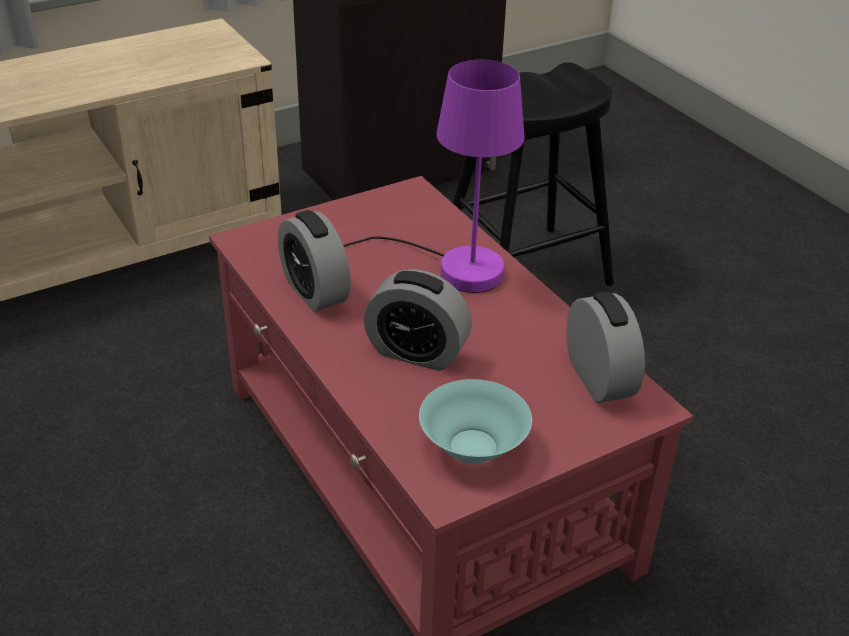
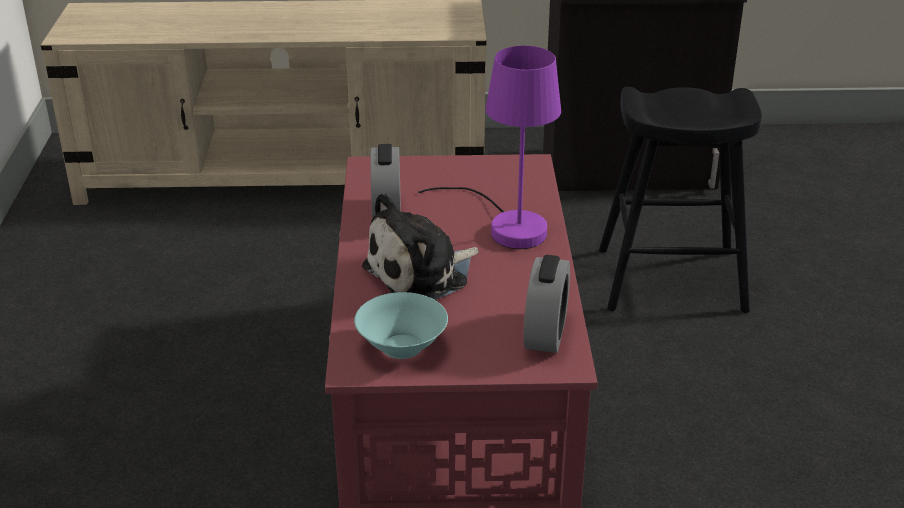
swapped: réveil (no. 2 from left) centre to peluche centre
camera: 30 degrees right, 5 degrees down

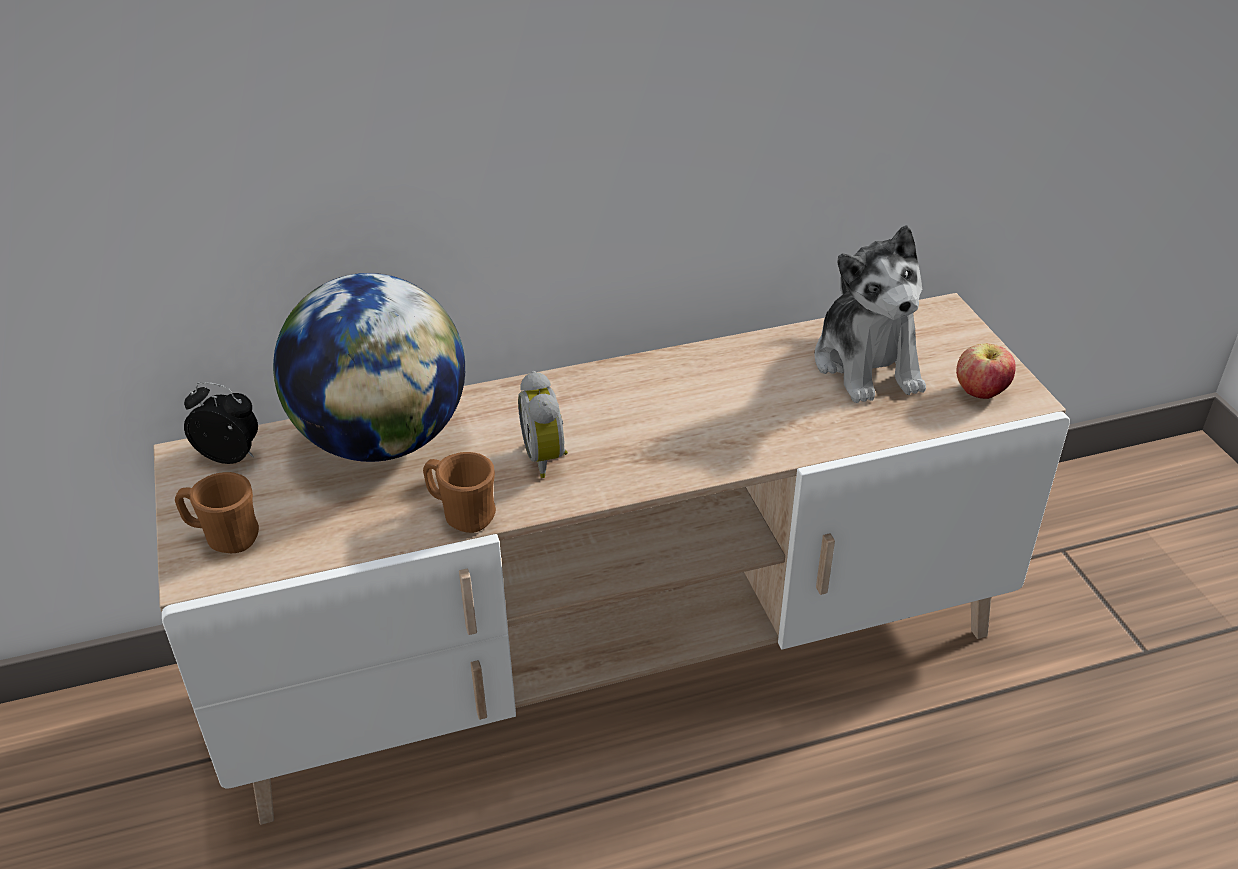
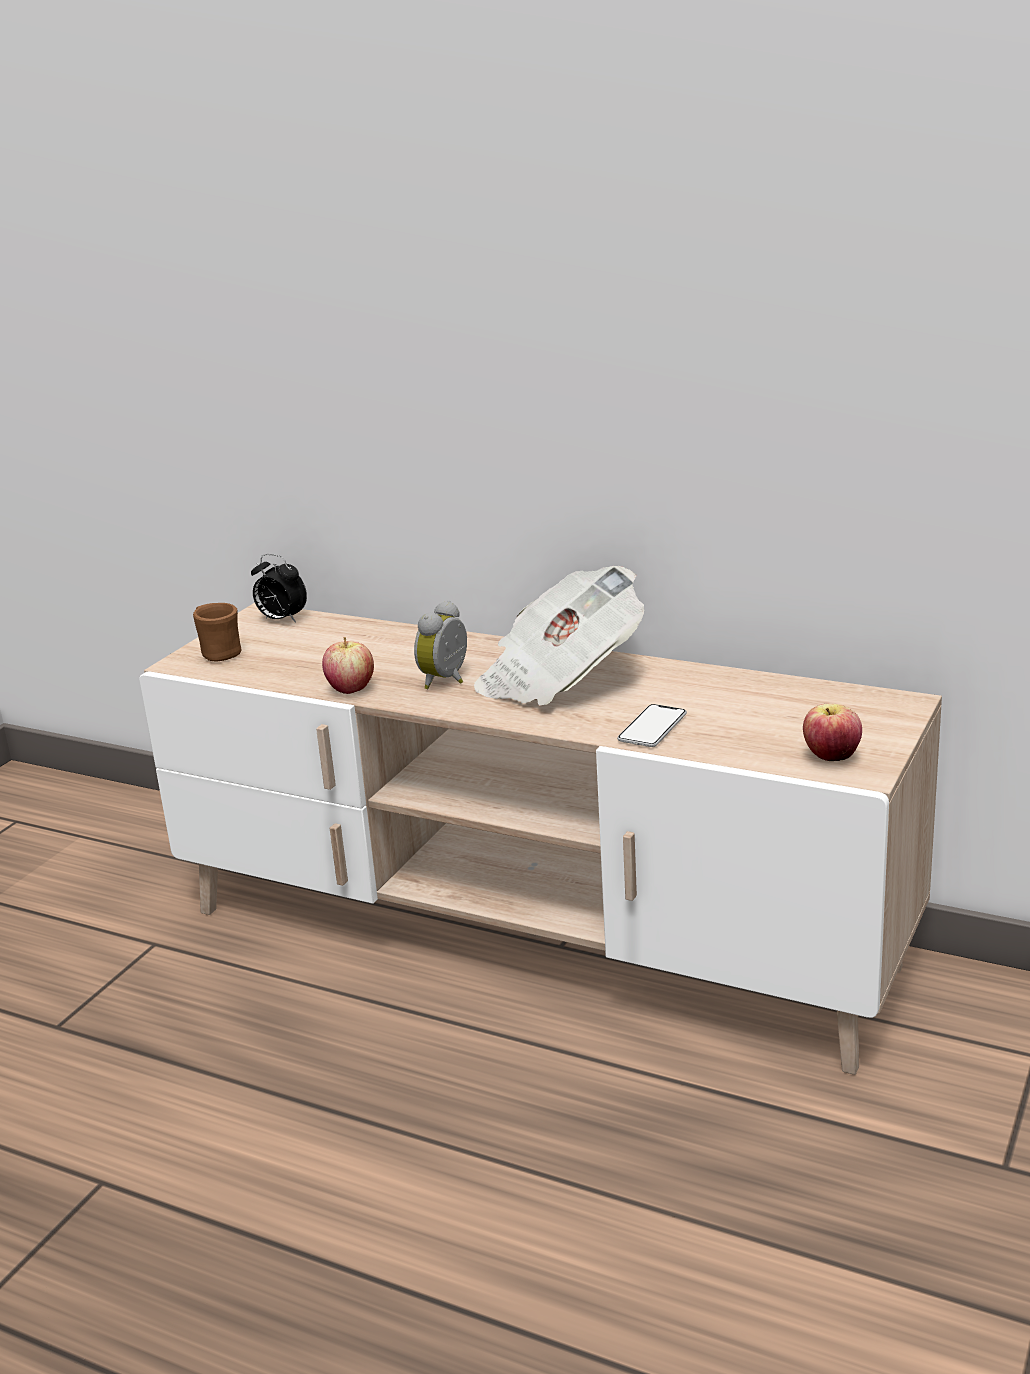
gone: globe middle left; peluche middle right
new: journal centre; téléphone centre
swapped: mug (marron) (no. 2 from left) centre to pomme (no. 1 from left) centre
rotated: réveil (no. 1 from left) middle left = middle left 150 degrees clockwise
camera: 45 degrees right, 15 degrees down

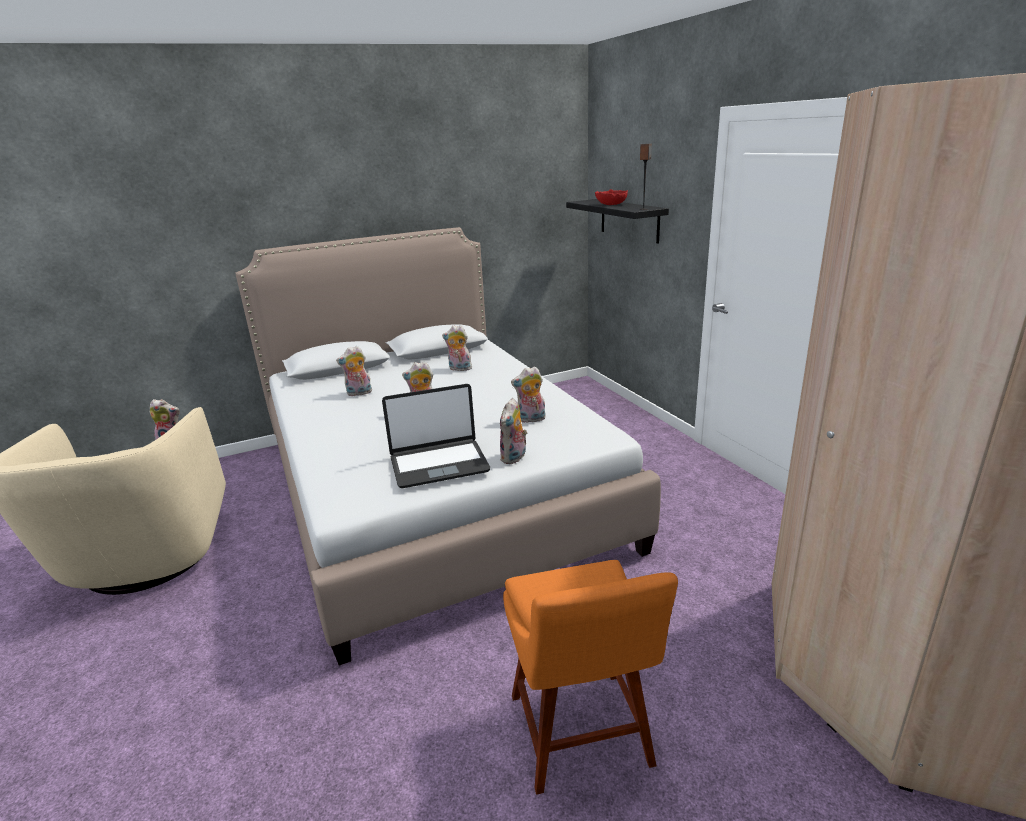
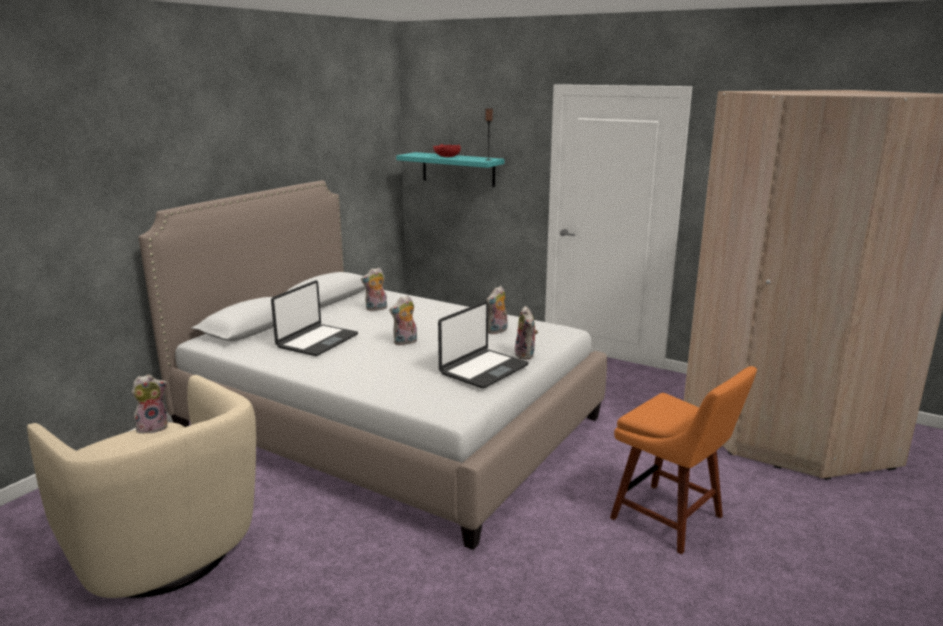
swapped: peluche (no. 2 from left) centre to ordinateur portable (no. 1 from left) middle left
repainted: étagère (noir) top centre to étagère (turquoise) top centre
camera: 35 degrees left, 5 degrees down

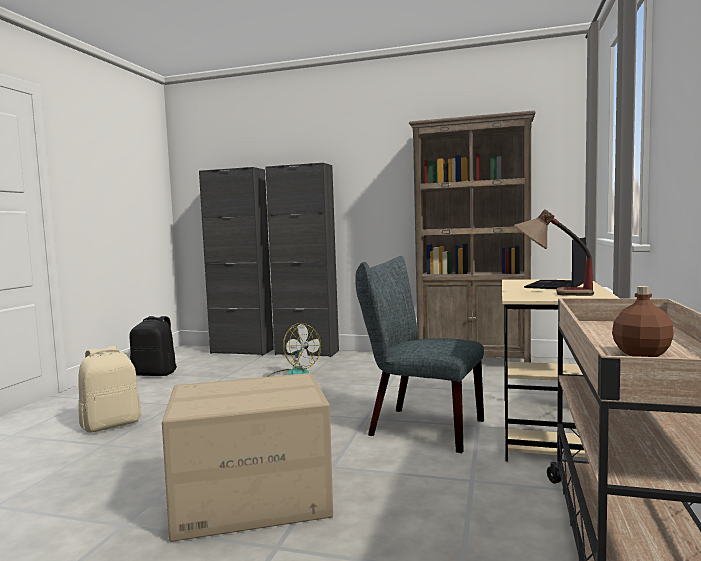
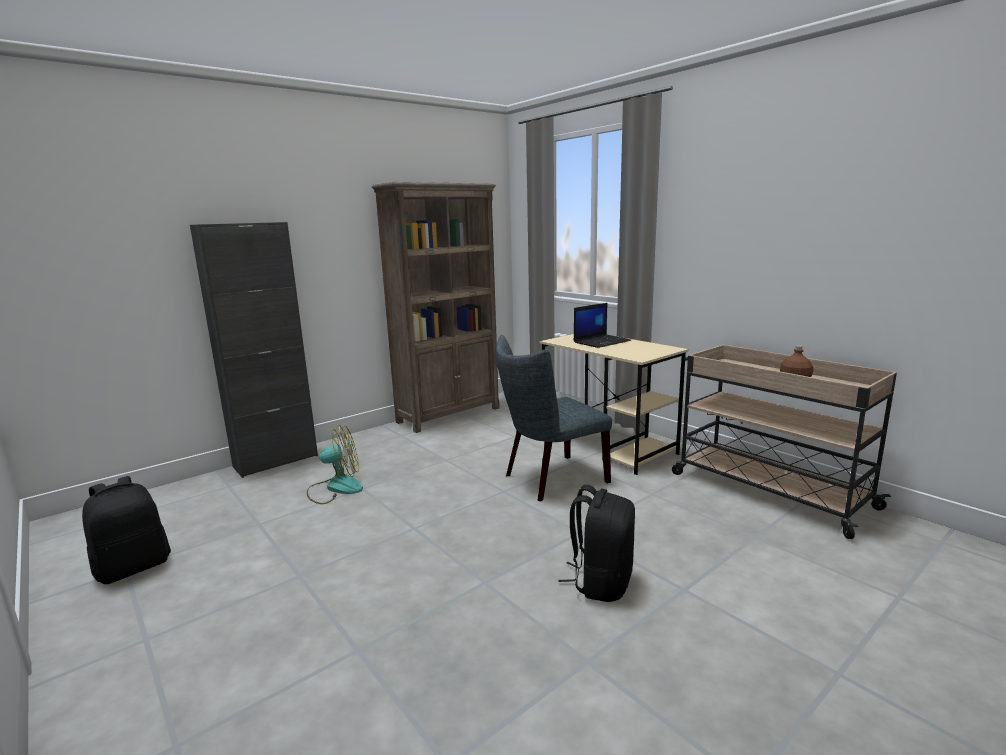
gone: sac à dos (beige) bottom left; meuble de rangement (noir) (no. 1 from left) centre; lampe de table middle right
swapped: carton bottom centre to sac à dos (noir) (no. 2 from left) bottom centre
rotated: ordinateur portable middle right = centre 105 degrees counterclockwise
camera: 55 degrees left, 10 degrees up

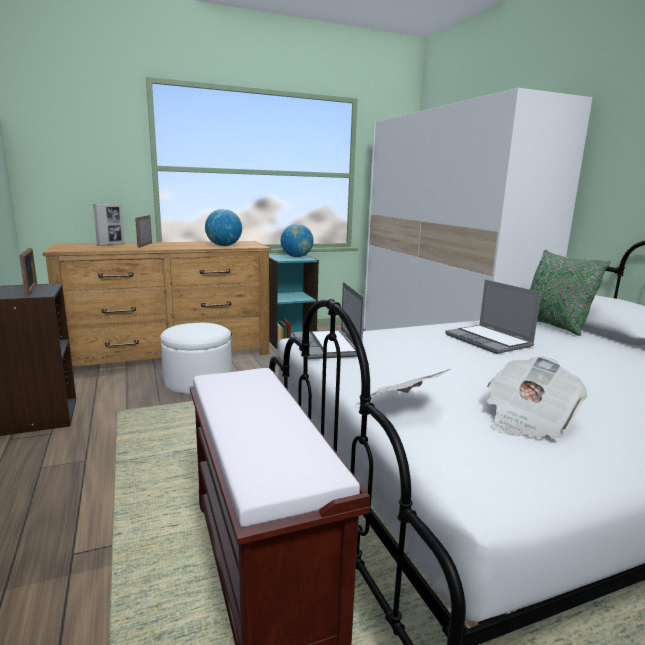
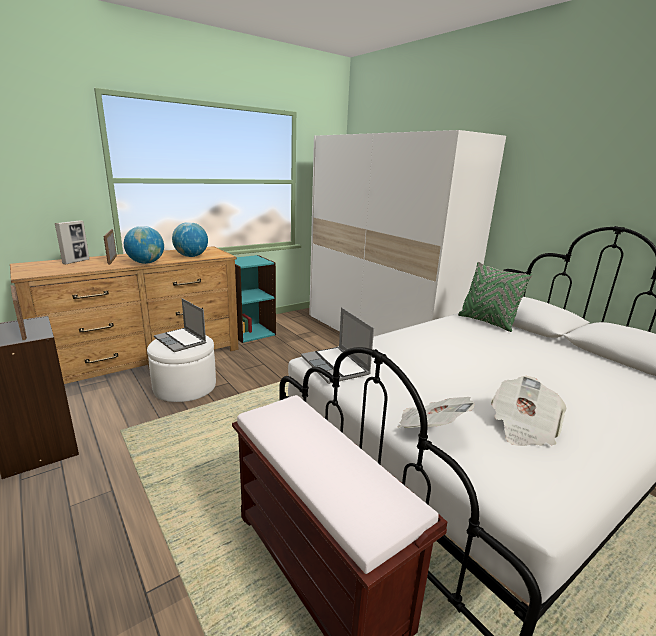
shifted: globe (no. 2 from left in the first image) centre to globe (no. 1 from left) middle left; ordinateur portable (no. 2 from left in the first image) middle right to ordinateur portable (no. 1 from left) middle left
camera: 15 degrees left, 5 degrees up

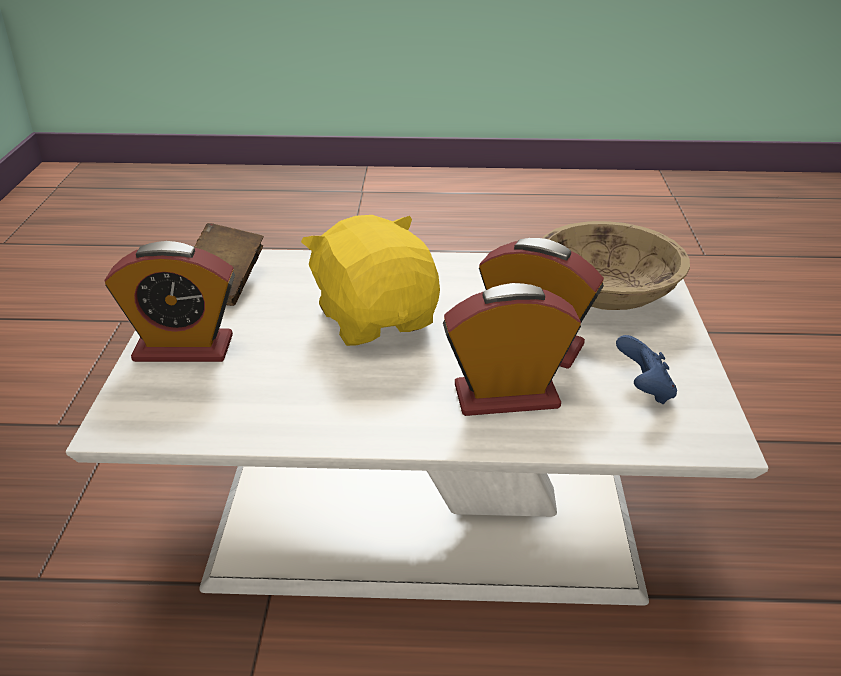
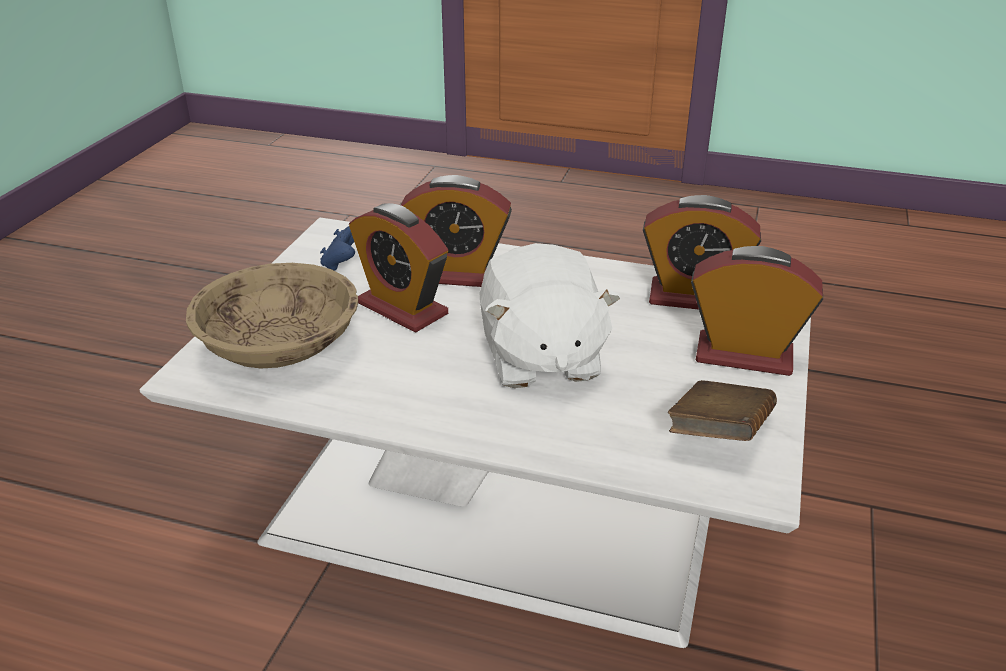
new: réveil (no. 3 from left) middle right
repainted: peluche (jaune) centre to peluche (blanc) centre
camera: 165 degrees left, 0 degrees up

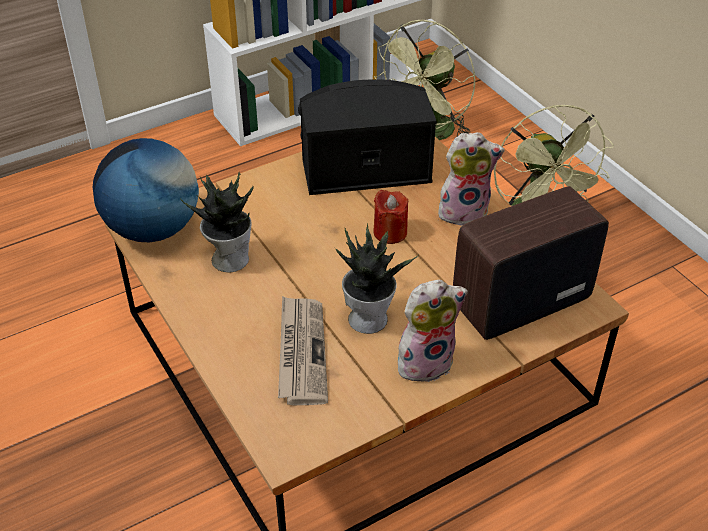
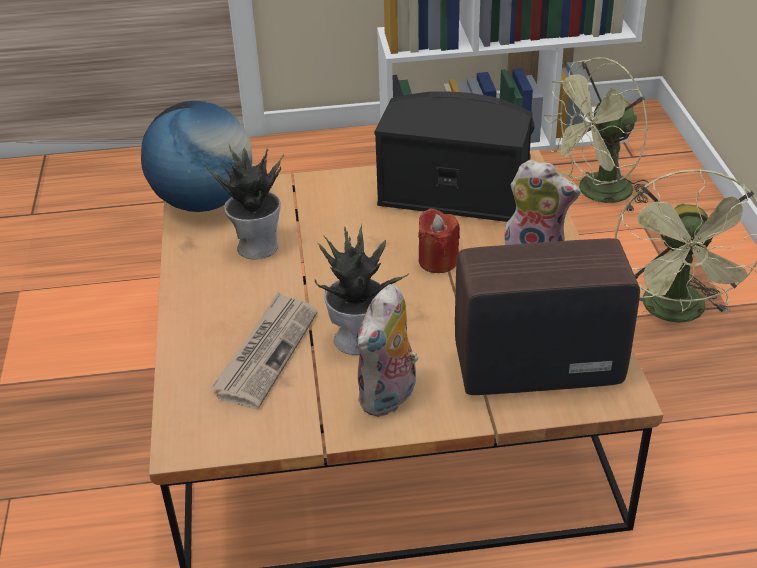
rotated: peluche (no. 1 from left) centre = centre 120 degrees clockwise
camera: 25 degrees right, 5 degrees down

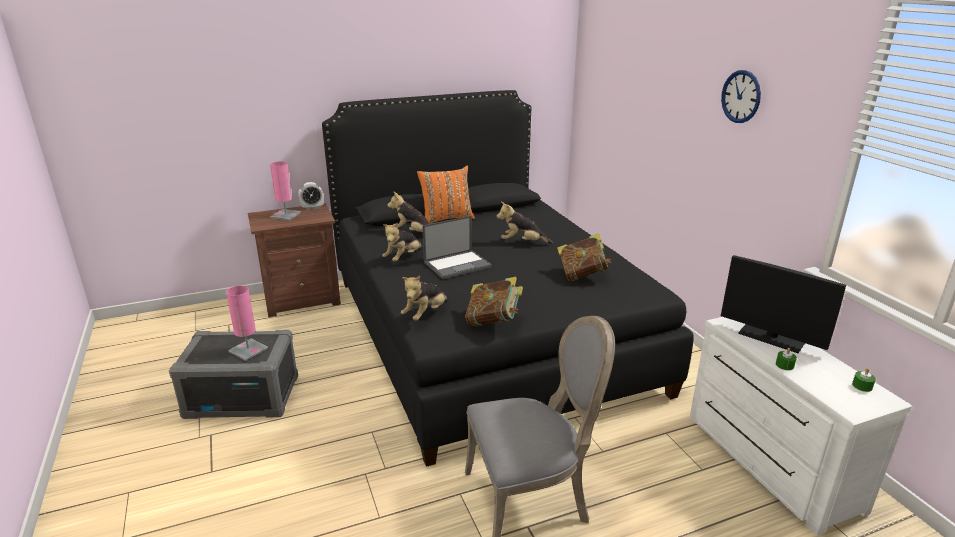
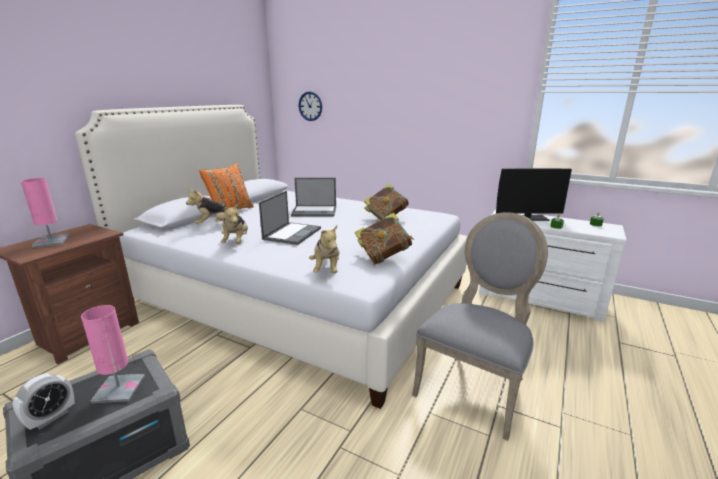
shifted: réveil middle left to bottom left; horloge murale top right to top centre
swapped: peluche (no. 4 from left) centre to ordinateur portable (no. 2 from left) centre
repainted: lit (noir) centre to lit (blanc) centre
camera: 40 degrees left, 5 degrees down

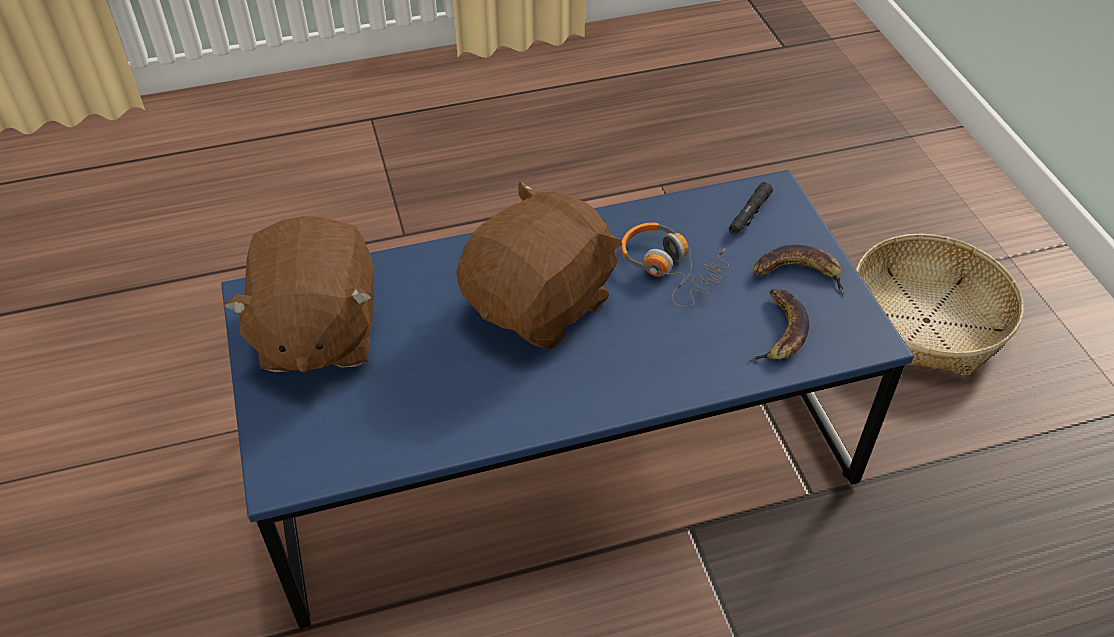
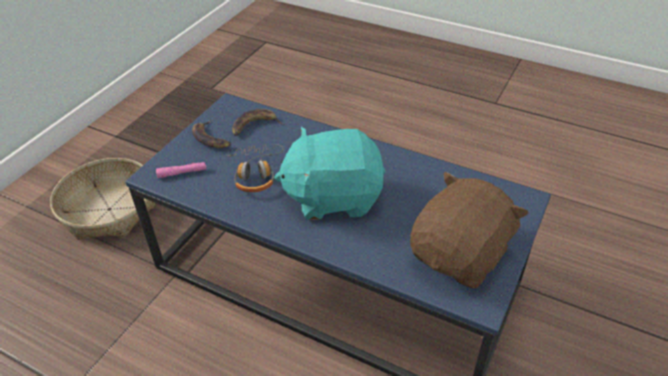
repainted: lampe de poche (noir) top right to lampe de poche (rose) middle left; peluche (marron) (no. 2 from left) centre to peluche (turquoise) centre
camera: 135 degrees left, 5 degrees down

